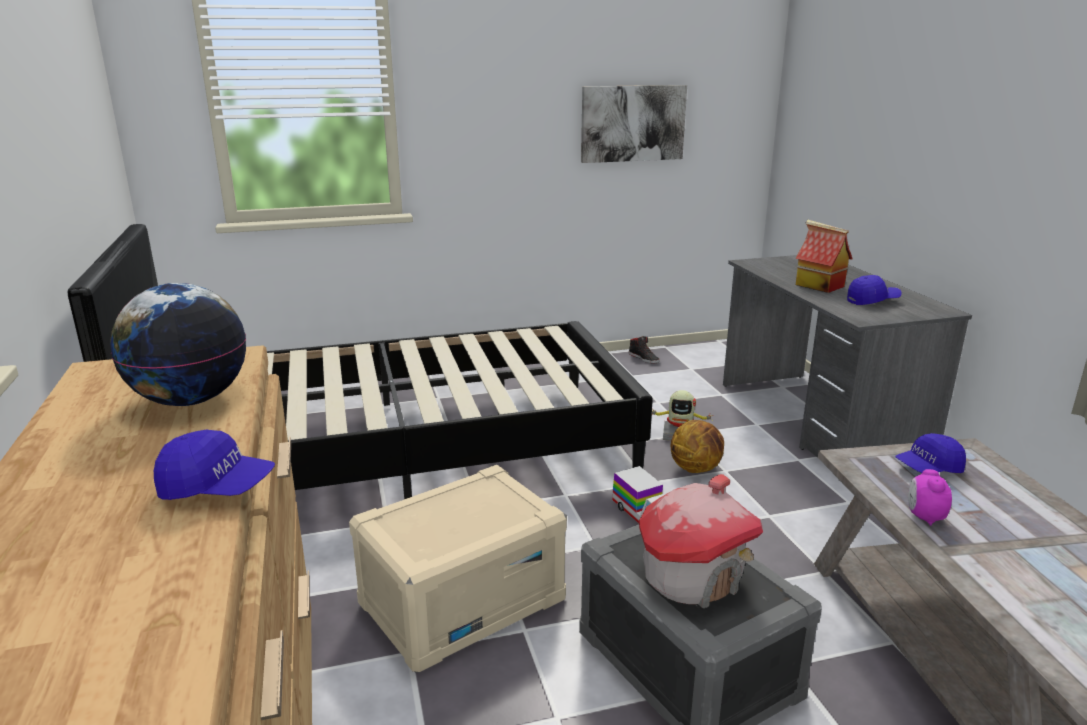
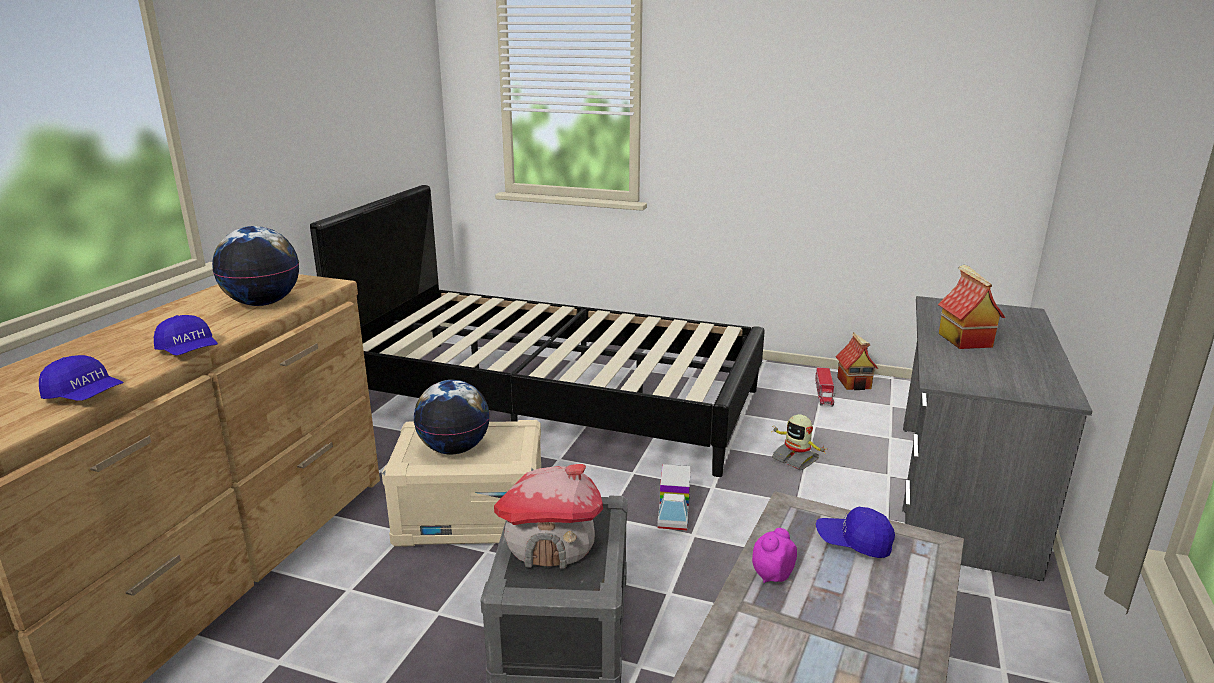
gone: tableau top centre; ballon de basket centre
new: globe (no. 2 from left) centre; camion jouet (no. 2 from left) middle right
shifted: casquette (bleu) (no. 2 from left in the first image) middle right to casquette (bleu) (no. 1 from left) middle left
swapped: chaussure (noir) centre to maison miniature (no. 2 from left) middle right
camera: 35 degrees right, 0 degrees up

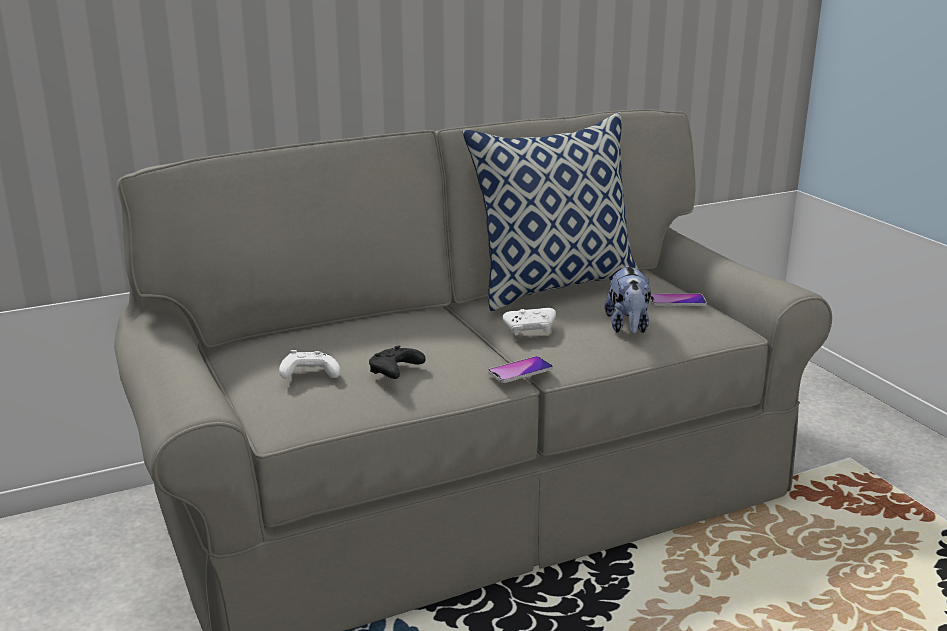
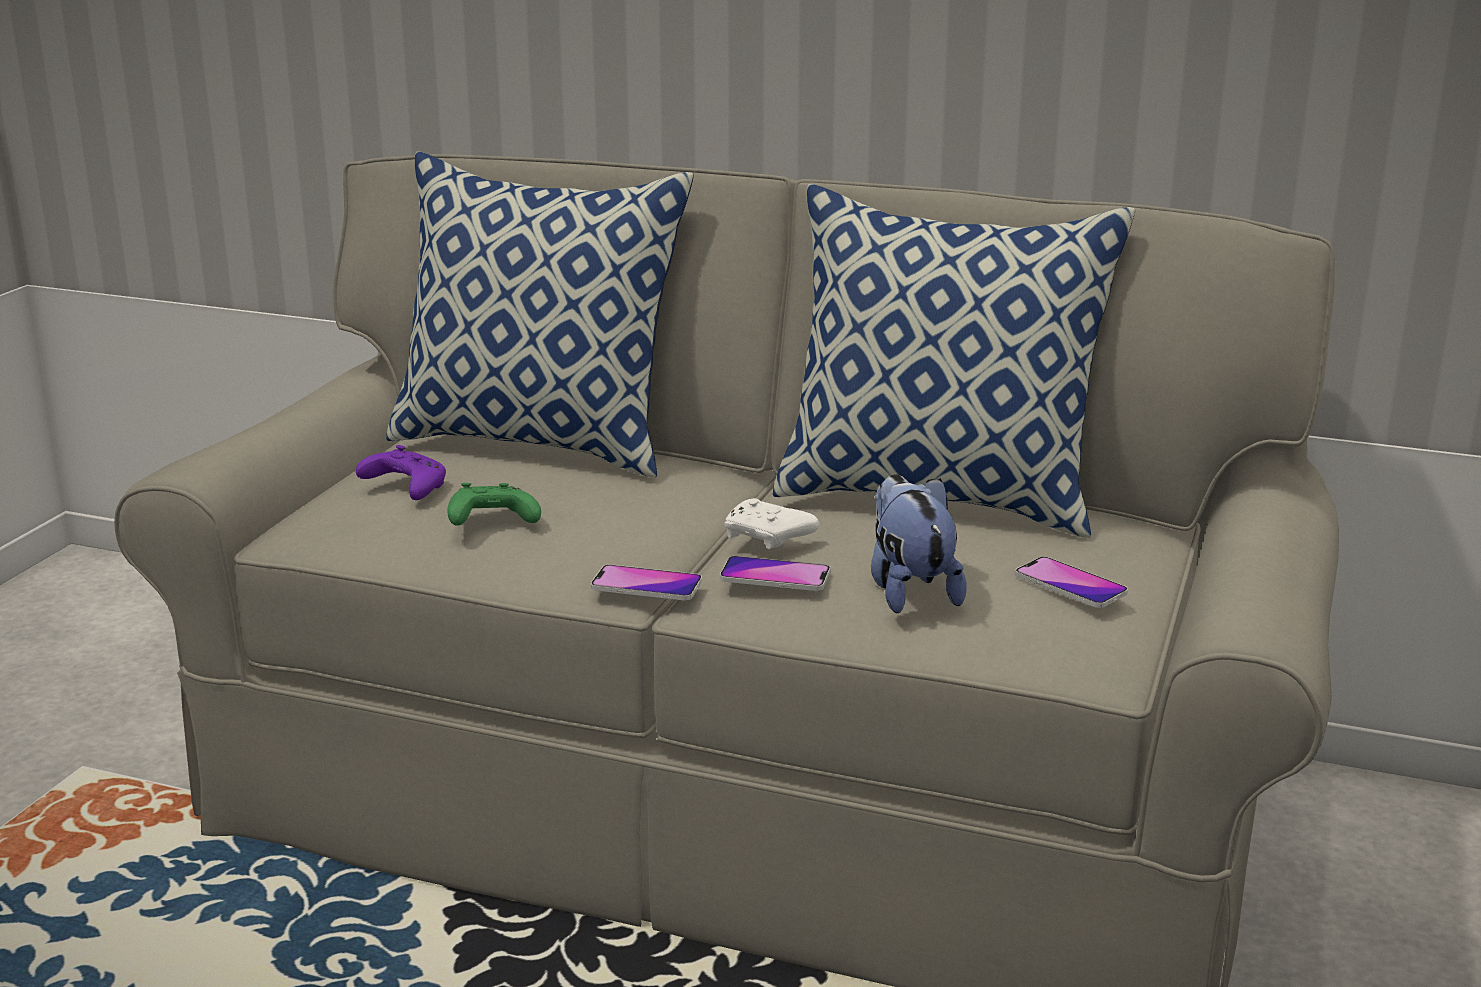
new: coussin (no. 1 from left) top centre; téléphone (no. 2 from left) centre
repainted: manette (blanc) (no. 1 from left) middle left to manette (violet) middle left; manette (noir) centre to manette (vert) centre
rotated: peluche centre = centre 120 degrees clockwise
camera: 45 degrees right, 0 degrees up

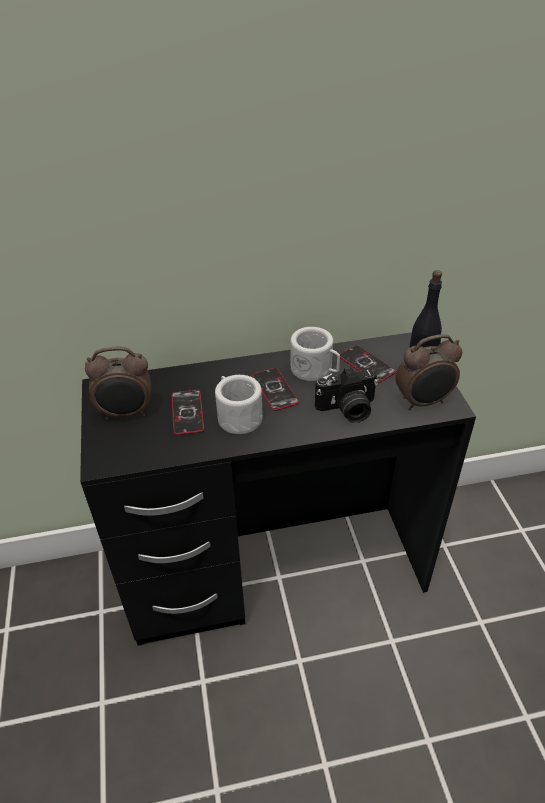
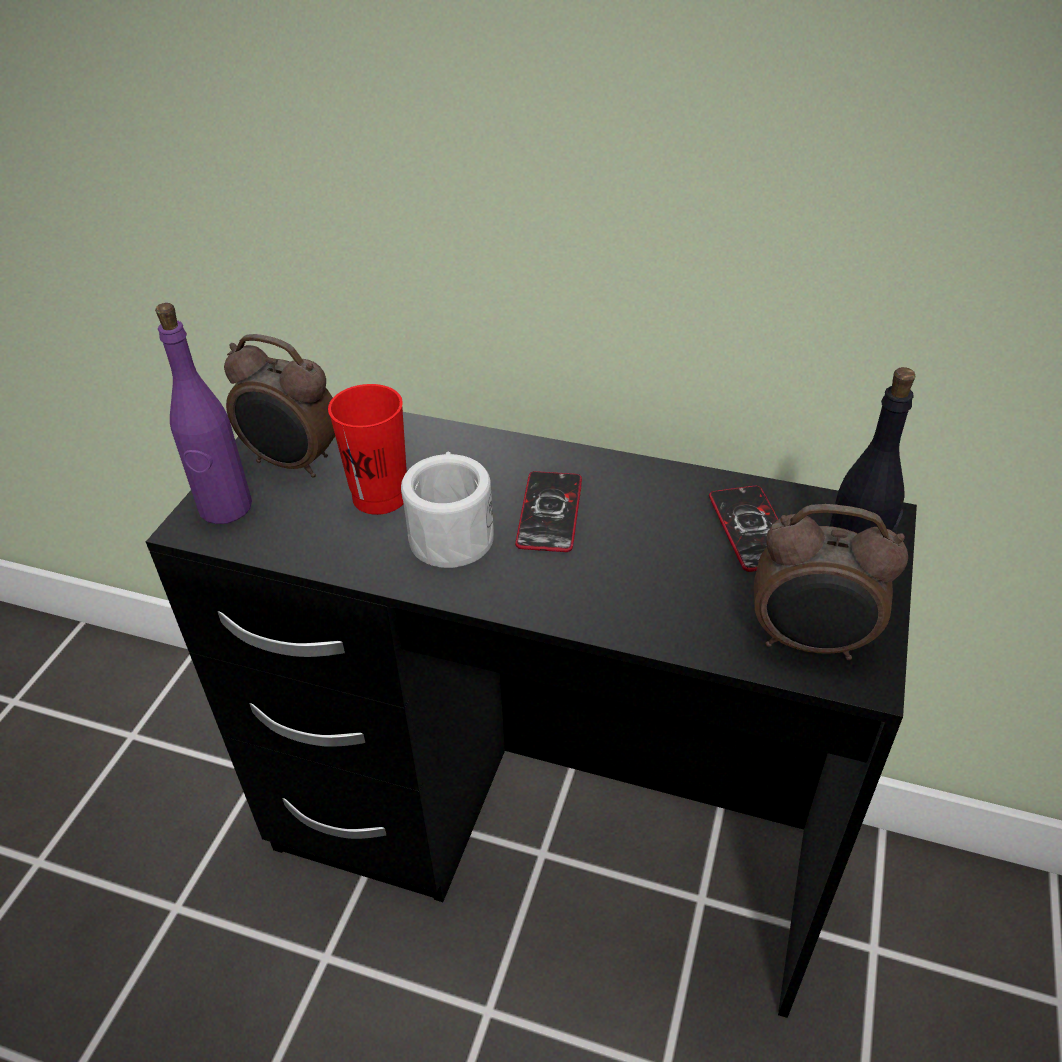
gone: mug (blanc) (no. 2 from left) centre; appareil photo centre
new: bouteille (violet) middle left
swapped: téléphone (no. 1 from left) centre to tasse (rouge) centre
camera: 30 degrees right, 0 degrees up

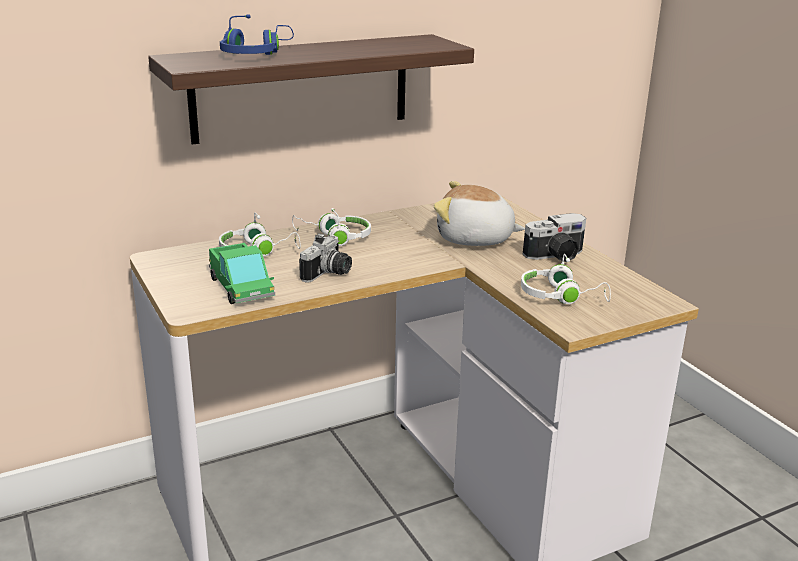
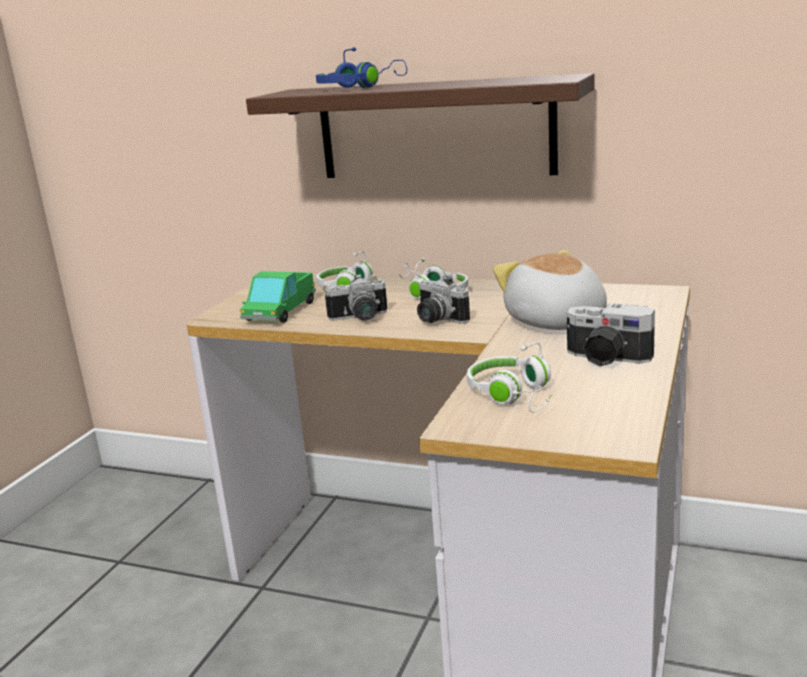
new: appareil photo (no. 2 from left) centre
camera: 50 degrees right, 5 degrees down

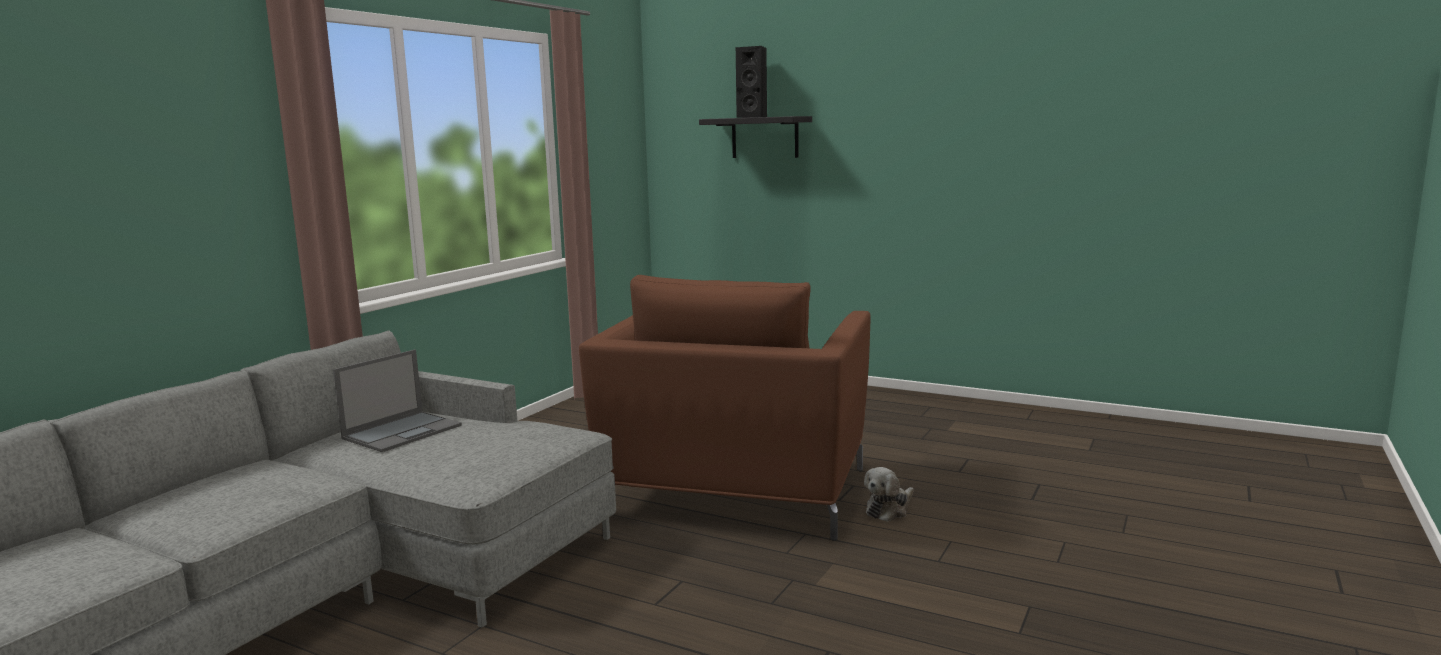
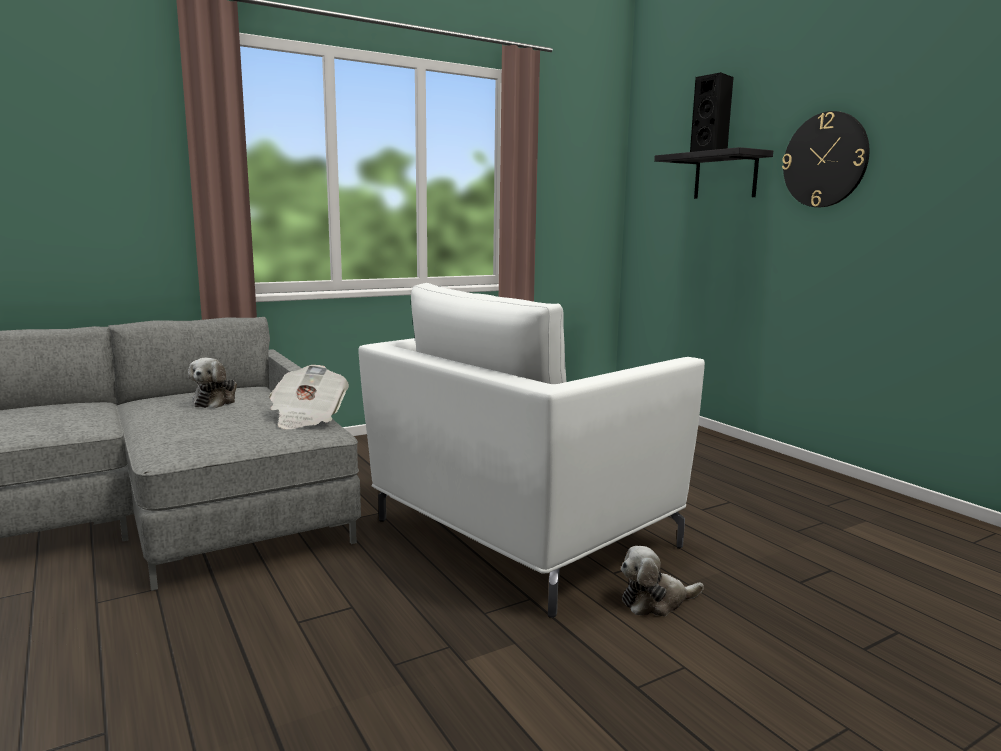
new: journal middle left; horloge murale top right
swapped: ordinateur portable middle left to peluche (no. 1 from left) middle left
repainted: fauteuil (marron) centre to fauteuil (blanc) centre
camera: 30 degrees right, 0 degrees up

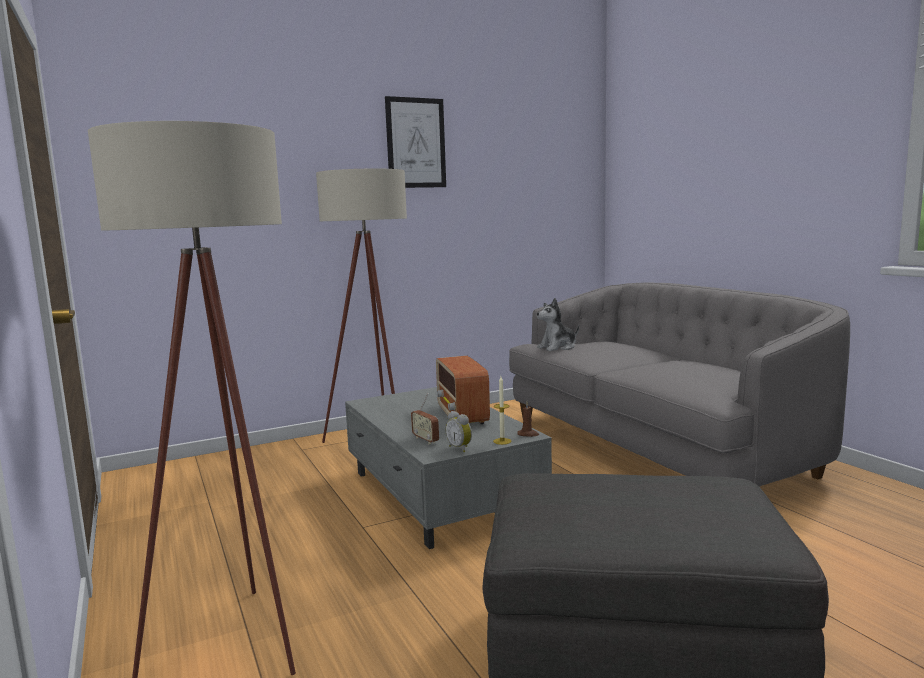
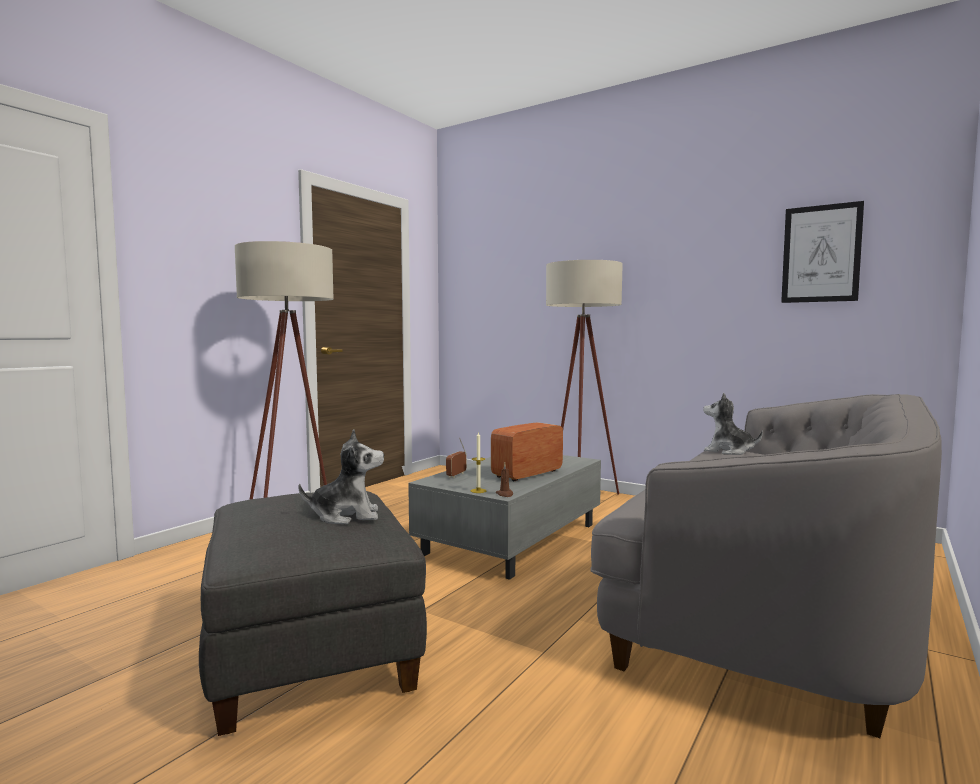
gone: réveil centre
new: peluche (no. 1 from left) centre
shifted: tableau top centre to top right
camera: 60 degrees right, 5 degrees down

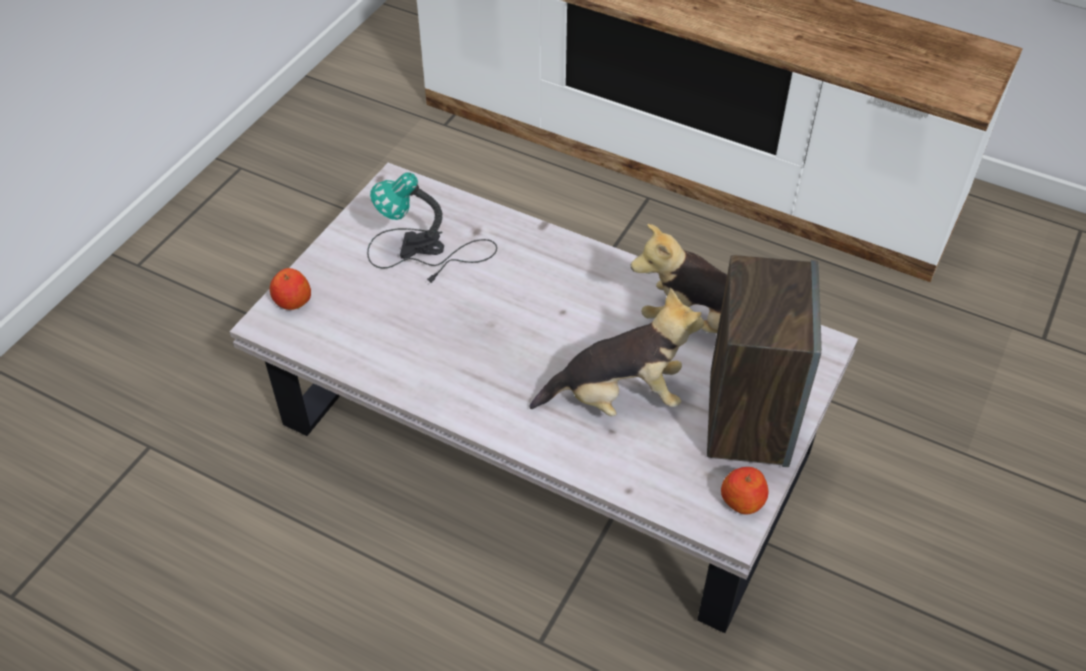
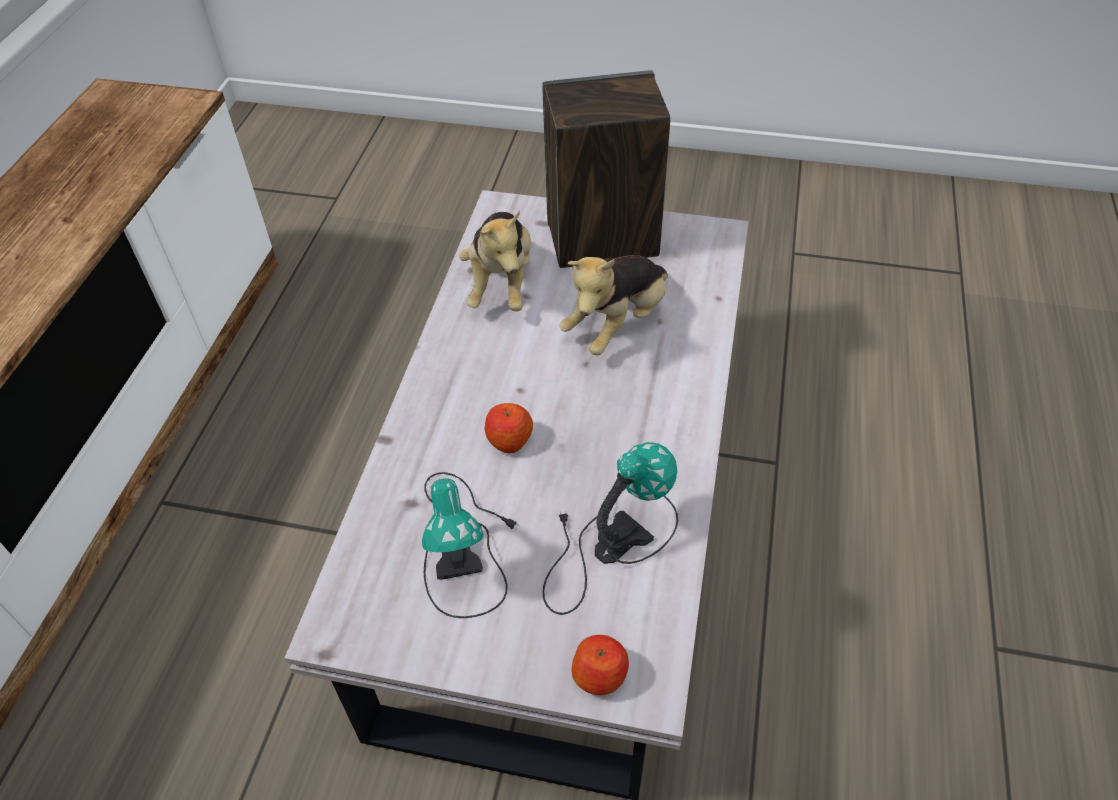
new: lampe de table (no. 2 from left) centre
shifted: pomme (no. 2 from left in the first image) bottom right to pomme (no. 1 from left) centre
rotated: peluche (no. 1 from left in the first image) centre = centre 120 degrees counterclockwise
camera: 105 degrees left, 0 degrees up

